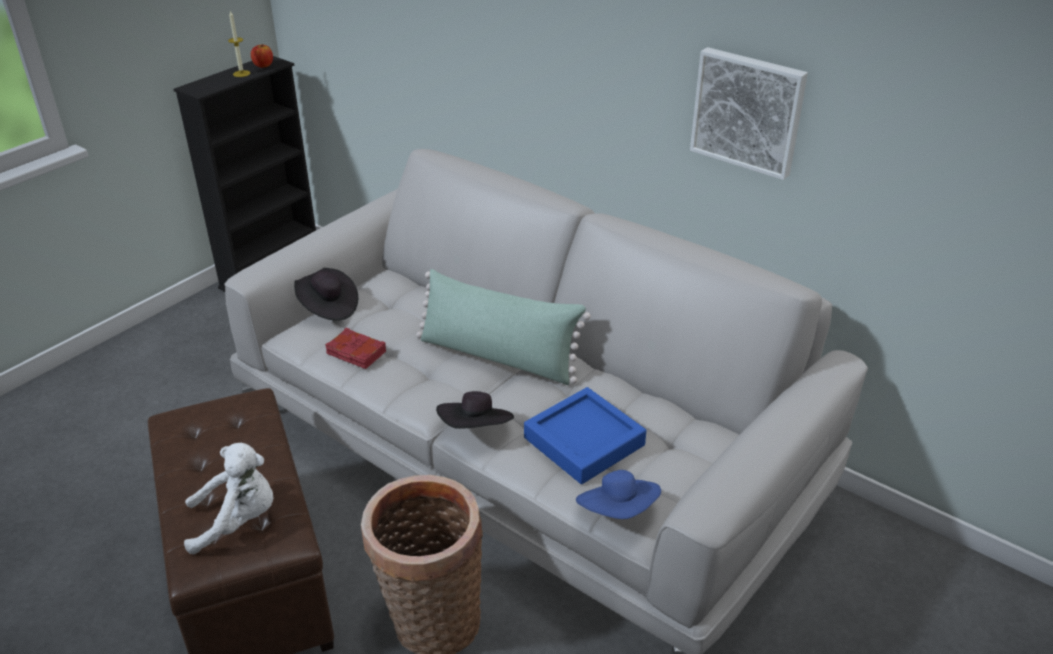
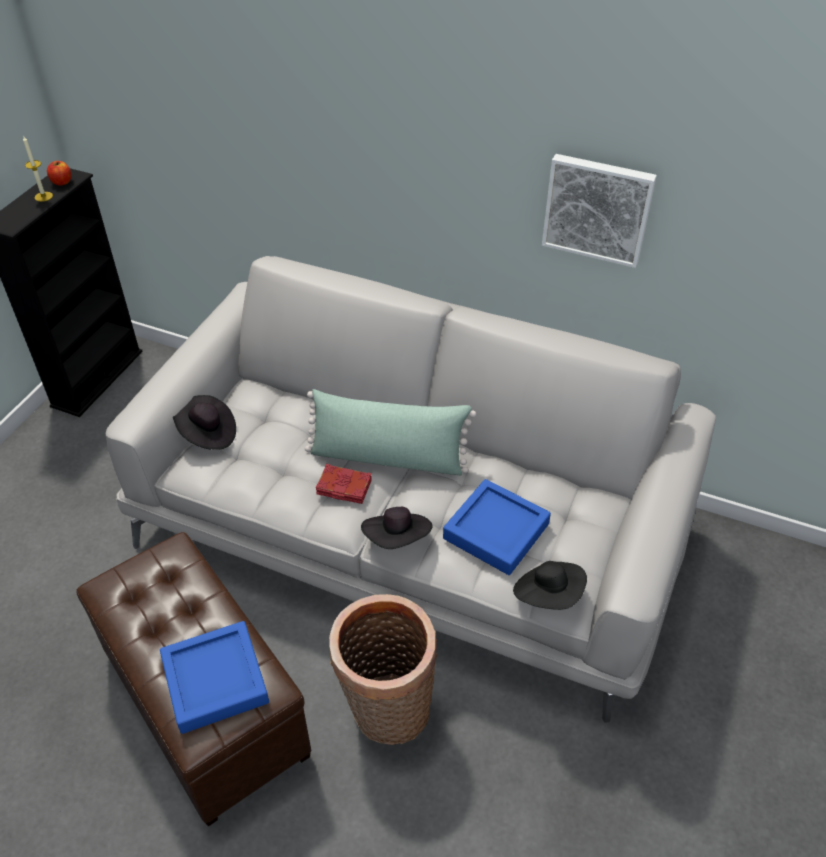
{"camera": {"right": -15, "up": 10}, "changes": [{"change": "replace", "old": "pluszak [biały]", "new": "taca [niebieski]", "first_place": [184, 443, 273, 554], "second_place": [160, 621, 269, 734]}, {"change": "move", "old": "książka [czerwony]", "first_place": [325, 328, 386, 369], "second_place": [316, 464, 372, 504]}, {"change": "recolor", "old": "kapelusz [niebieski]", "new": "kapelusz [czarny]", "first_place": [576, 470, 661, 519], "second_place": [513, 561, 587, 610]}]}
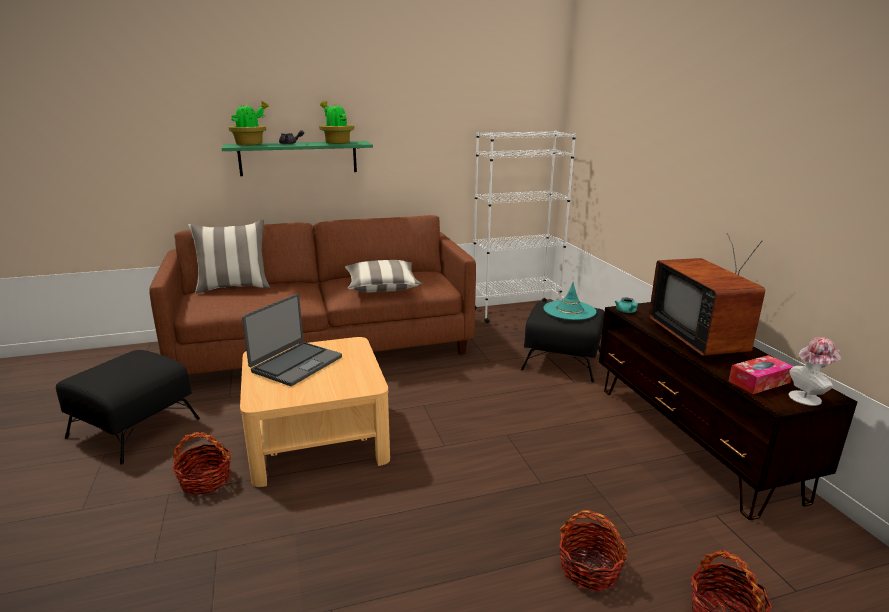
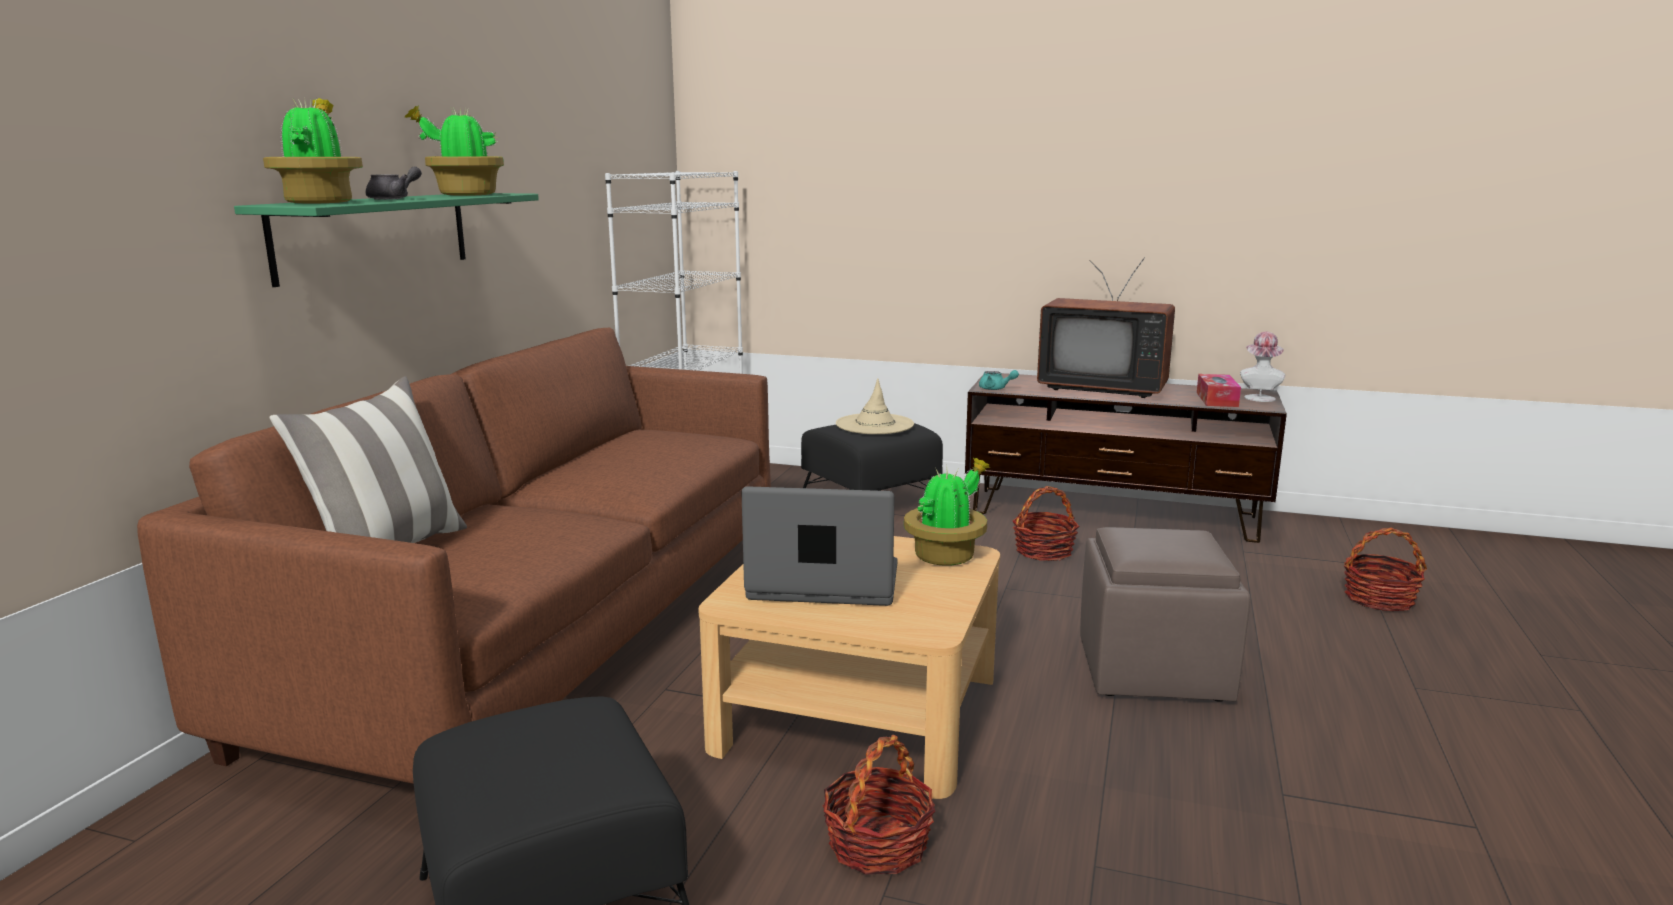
{"camera": {"right": -55, "up": -5}, "changes": [{"change": "rotate", "old": "laptop", "first_place": [242, 294, 342, 386], "second_place": [741, 486, 897, 606], "degrees": -60}, {"change": "delete", "old": "poduszka", "first_place": [345, 260, 422, 293]}, {"change": "recolor", "old": "kapelusz [turkusowy]", "new": "kapelusz [beżowy]", "first_place": [544, 282, 596, 320], "second_place": [836, 378, 914, 434]}, {"change": "move", "old": "koszyk", "first_place": [559, 510, 627, 592], "second_place": [1013, 486, 1079, 561]}, {"change": "insert", "new": "roślina doniczkowa", "second_place": [904, 458, 990, 566]}, {"change": "insert", "new": "pufa [brązowy]", "second_place": [1080, 527, 1250, 702]}]}
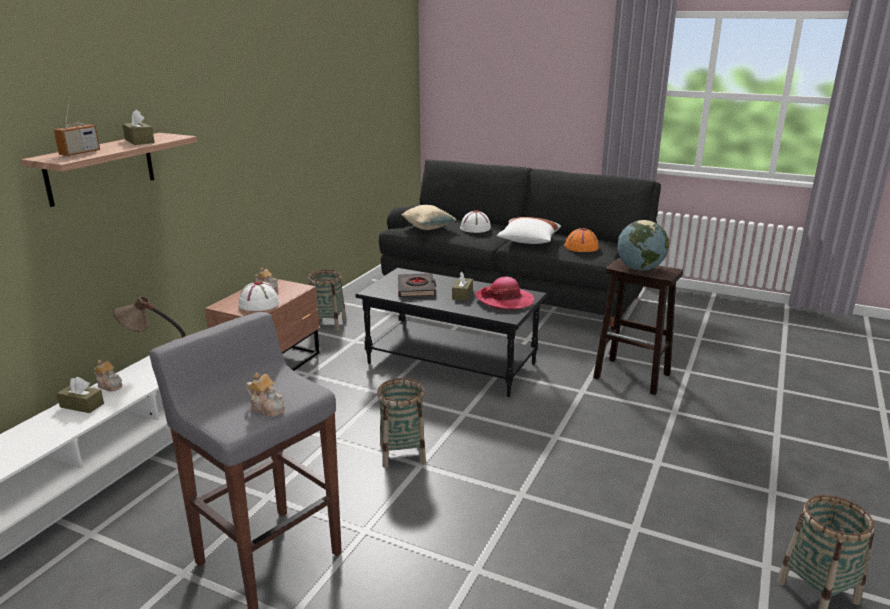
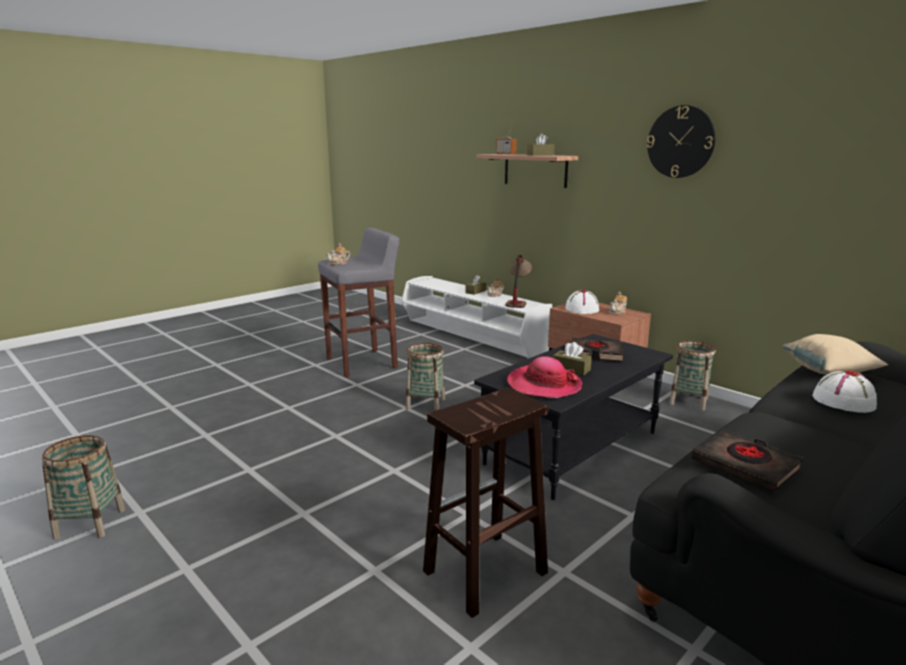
{"camera": {"right": 110, "up": -5}, "changes": [{"change": "delete", "old": "poduszka [biały]", "first_place": [497, 217, 561, 244]}, {"change": "replace", "old": "kapelusz [pomarańczowy]", "new": "książka [czarny]", "first_place": [564, 228, 599, 252], "second_place": [691, 430, 804, 493]}, {"change": "delete", "old": "globus", "first_place": [617, 220, 670, 271]}, {"change": "insert", "new": "zegar ścienny", "second_place": [647, 105, 716, 178]}]}
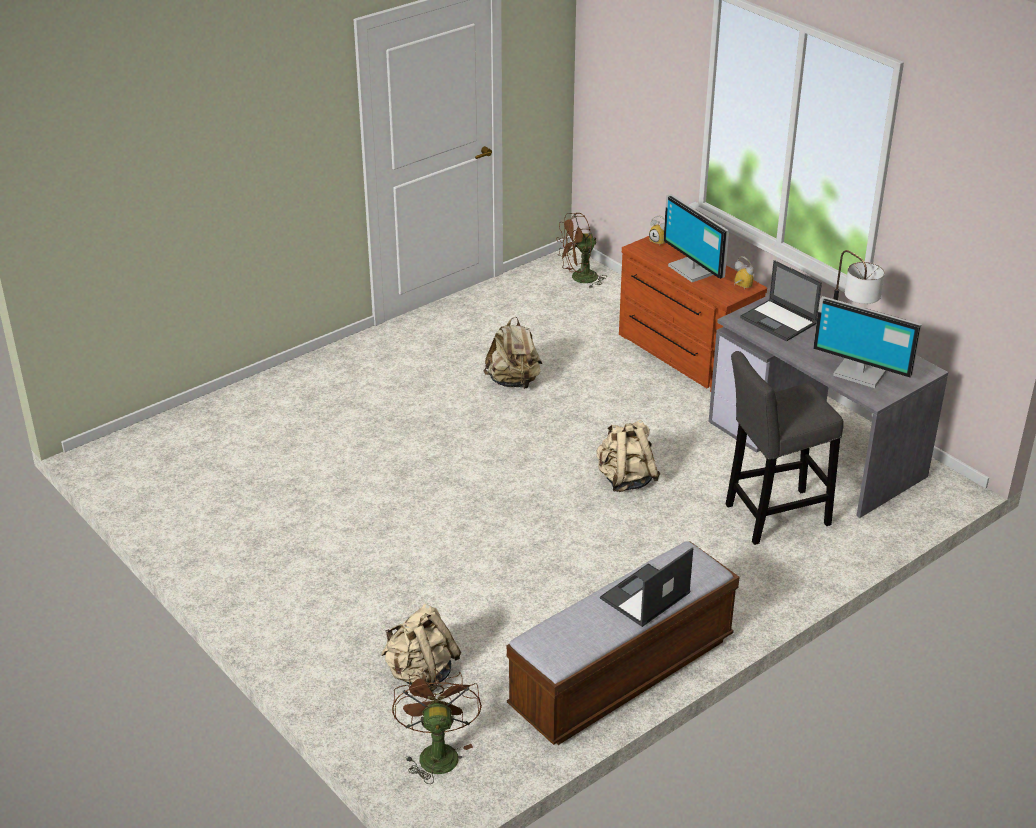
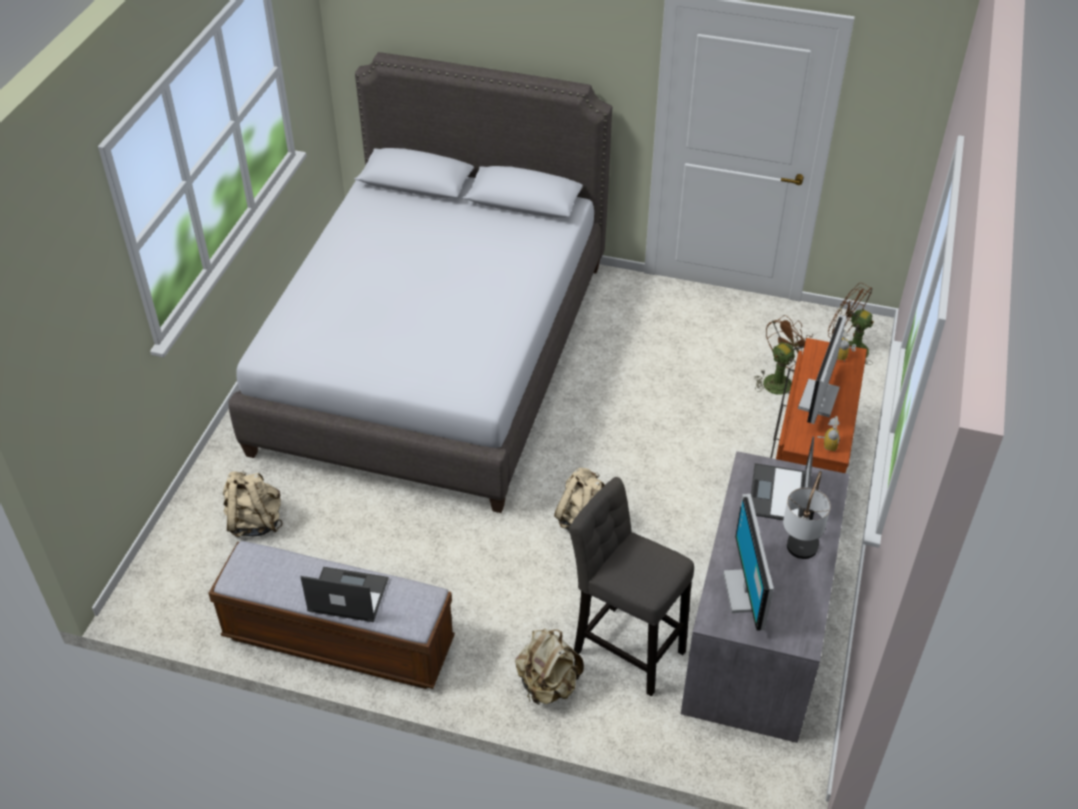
{"camera": {"right": 55, "up": 10}, "changes": [{"change": "move", "old": "wentylator [brązowy]", "first_place": [392, 669, 482, 784], "second_place": [754, 315, 813, 395]}, {"change": "move", "old": "plecak [beżowy]", "first_place": [483, 317, 542, 389], "second_place": [515, 628, 584, 704]}, {"change": "insert", "new": "łóżko [szary]", "second_place": [228, 52, 612, 513]}]}
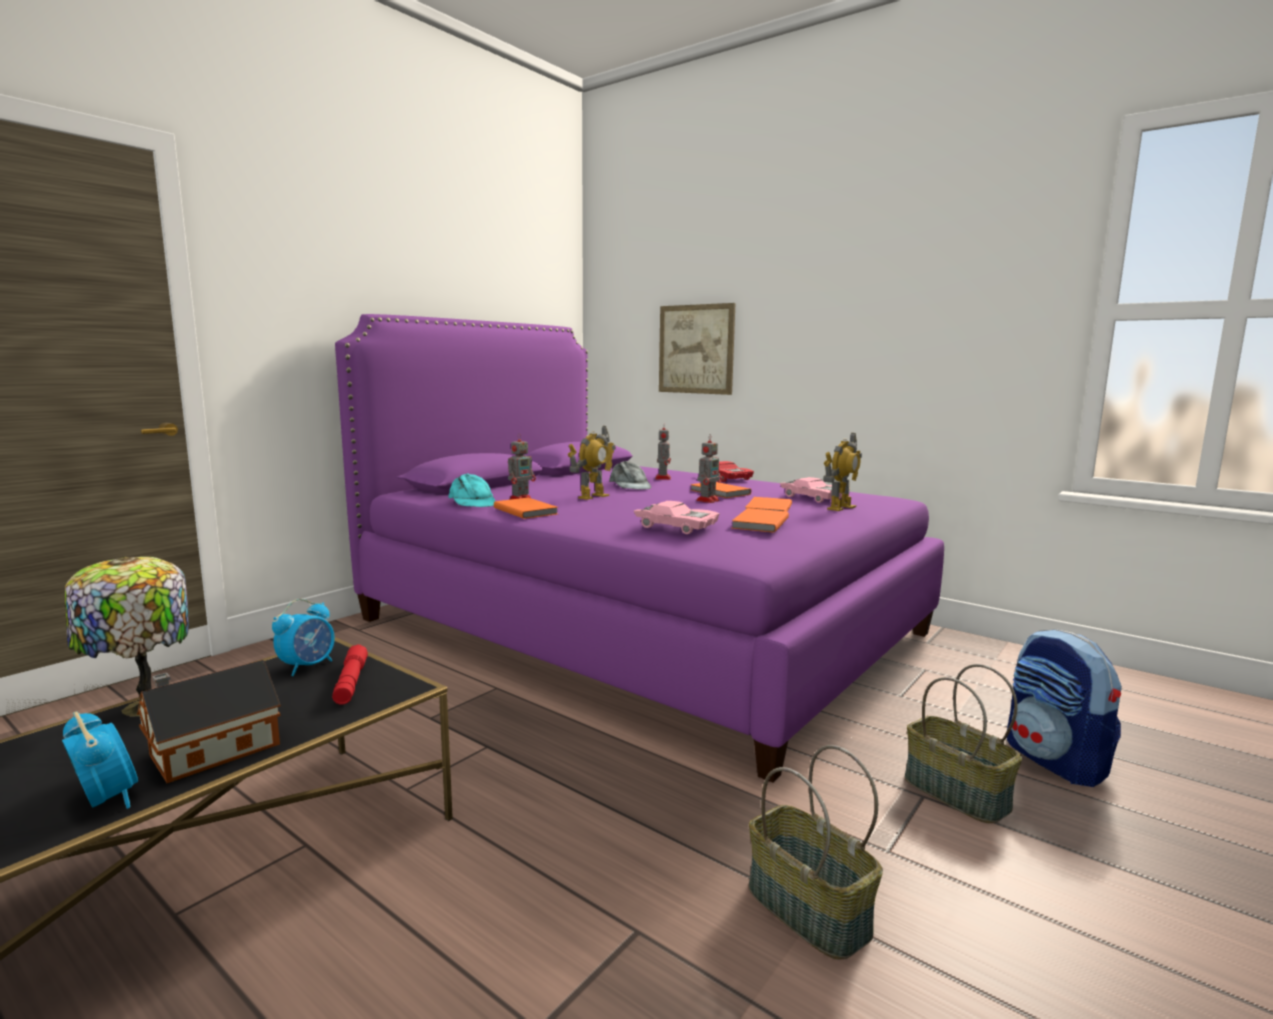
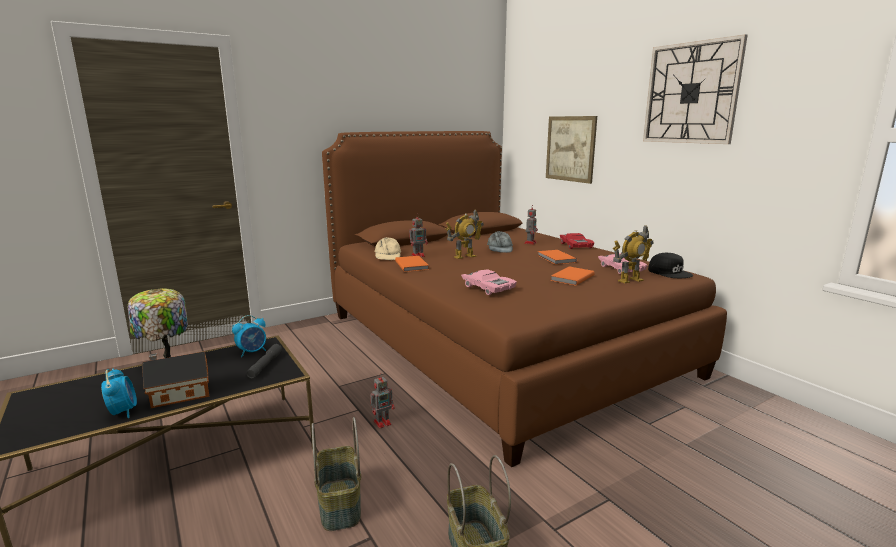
{"camera": {"right": 20, "up": 5}, "changes": [{"change": "recolor", "old": "latarka [czerwony]", "new": "latarka [szary]", "first_place": [332, 645, 368, 705], "second_place": [246, 344, 282, 379]}, {"change": "recolor", "old": "łóżko [fioletowy]", "new": "łóżko [brązowy]", "first_place": [335, 314, 944, 782], "second_place": [322, 131, 727, 467]}, {"change": "recolor", "old": "czapka z daszkiem [turkusowy]", "new": "czapka z daszkiem [beżowy]", "first_place": [448, 473, 495, 507], "second_place": [375, 237, 401, 260]}, {"change": "move", "old": "robot zabawkowy", "first_place": [696, 435, 723, 503], "second_place": [370, 373, 394, 428]}, {"change": "delete", "old": "książka [pomarańczowy]", "first_place": [732, 508, 789, 533]}, {"change": "move", "old": "koszyk", "first_place": [904, 664, 1022, 823], "second_place": [312, 417, 361, 531]}, {"change": "delete", "old": "plecak", "first_place": [1007, 629, 1122, 787]}, {"change": "insert", "new": "zegar ścienny", "second_place": [643, 34, 748, 144]}, {"change": "insert", "new": "czapka z daszkiem [czarny]", "second_place": [648, 253, 693, 278]}]}
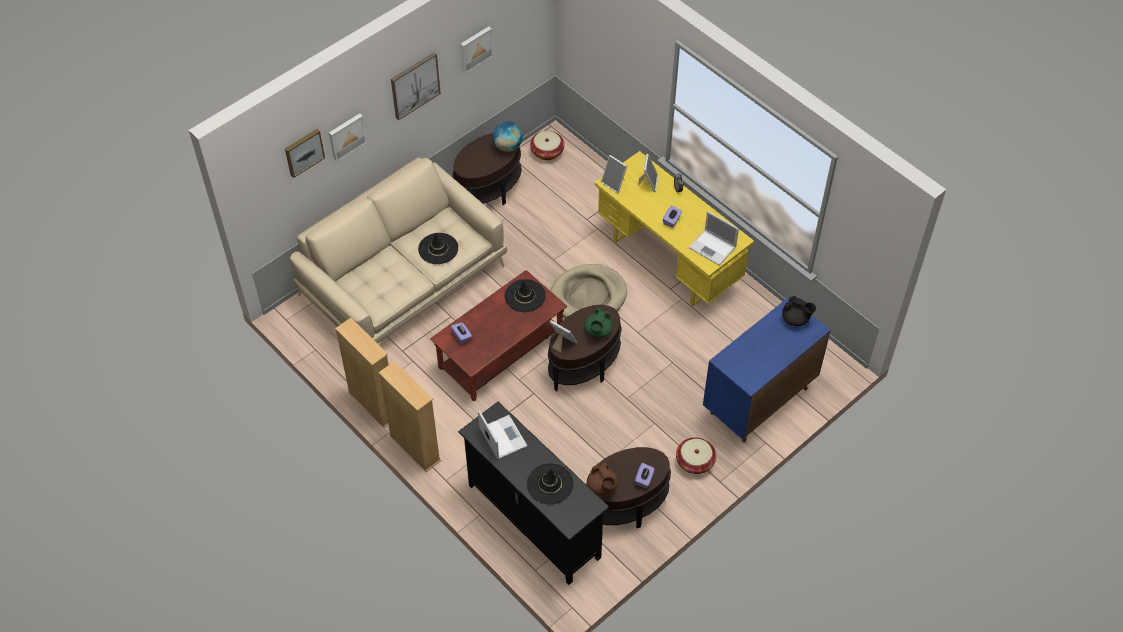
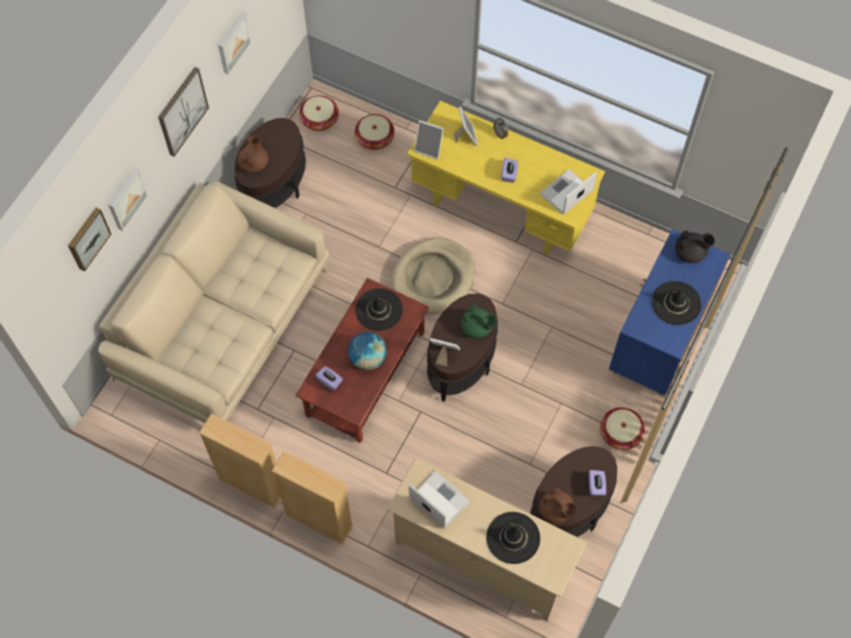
{"camera": {"right": -20, "up": 10}, "changes": [{"change": "move", "old": "kapelusz [czarny]", "first_place": [418, 233, 458, 264], "second_place": [652, 281, 701, 325]}, {"change": "recolor", "old": "szafka pod telewizor [czarny]", "new": "szafka pod telewizor [beżowy]", "first_place": [458, 402, 609, 585], "second_place": [387, 458, 587, 621]}, {"change": "move", "old": "globus", "first_place": [493, 121, 523, 152], "second_place": [348, 332, 387, 370]}, {"change": "rotate", "old": "imbryk [zielony]", "first_place": [584, 308, 613, 338], "second_place": [461, 305, 497, 338], "degrees": -60}, {"change": "rotate", "old": "laptop", "first_place": [689, 211, 739, 266], "second_place": [540, 169, 597, 214], "degrees": 120}, {"change": "insert", "new": "imbryk [brązowy]", "second_place": [238, 135, 268, 173]}, {"change": "insert", "new": "koszyk", "second_place": [355, 114, 395, 150]}]}
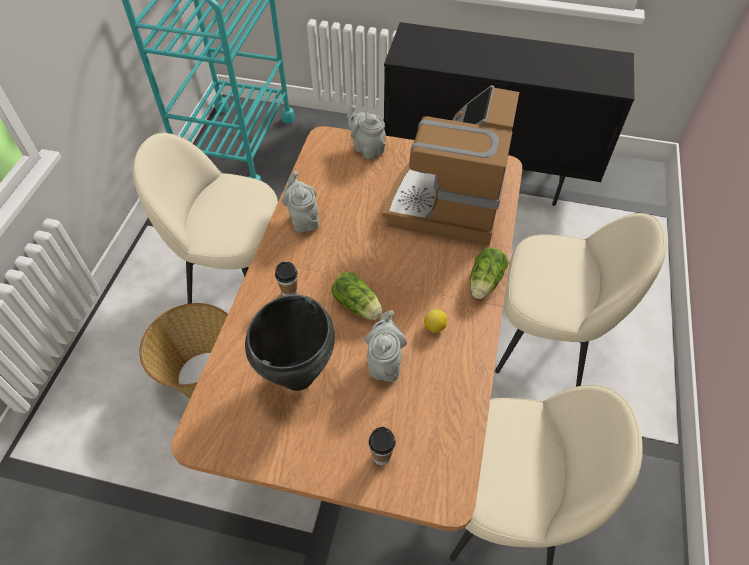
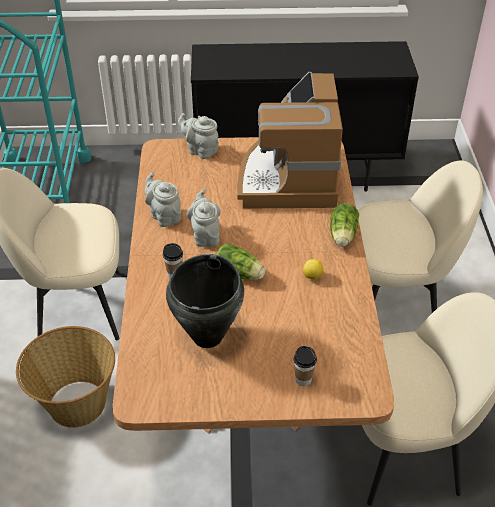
{"camera": {"right": -15, "up": -10}, "changes": [{"change": "move", "old": "imbryk [szary]", "first_place": [364, 310, 407, 382], "second_place": [187, 189, 221, 247]}]}
